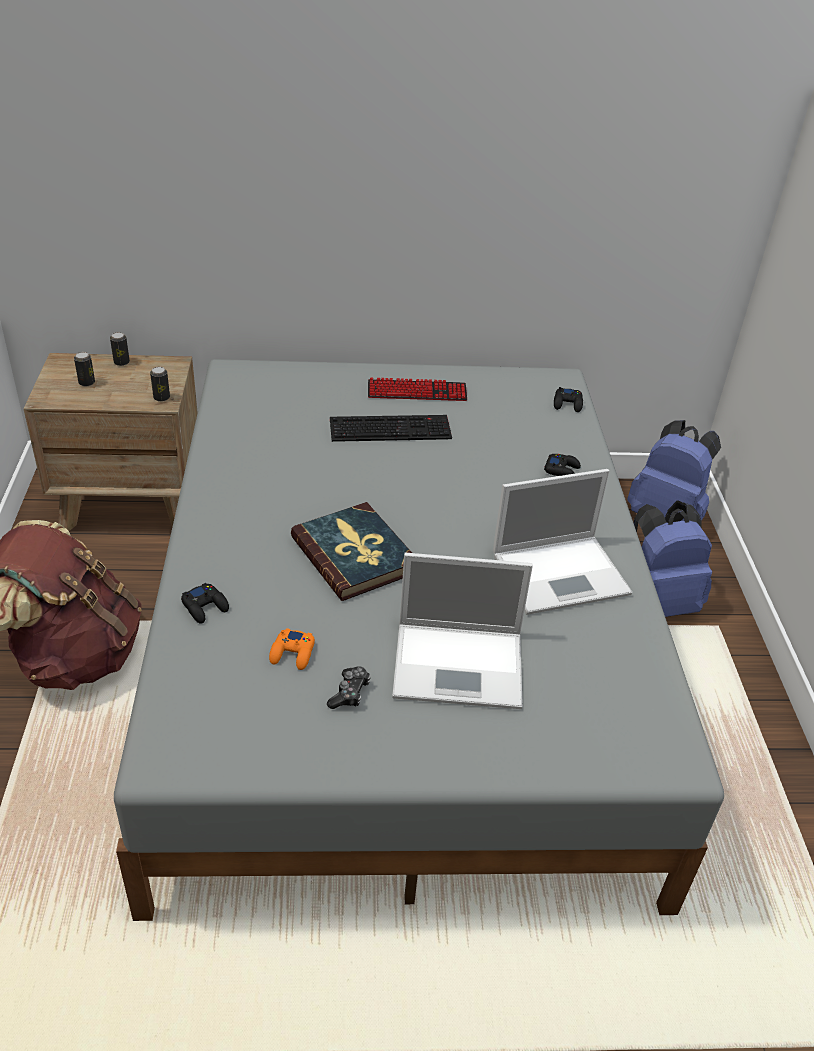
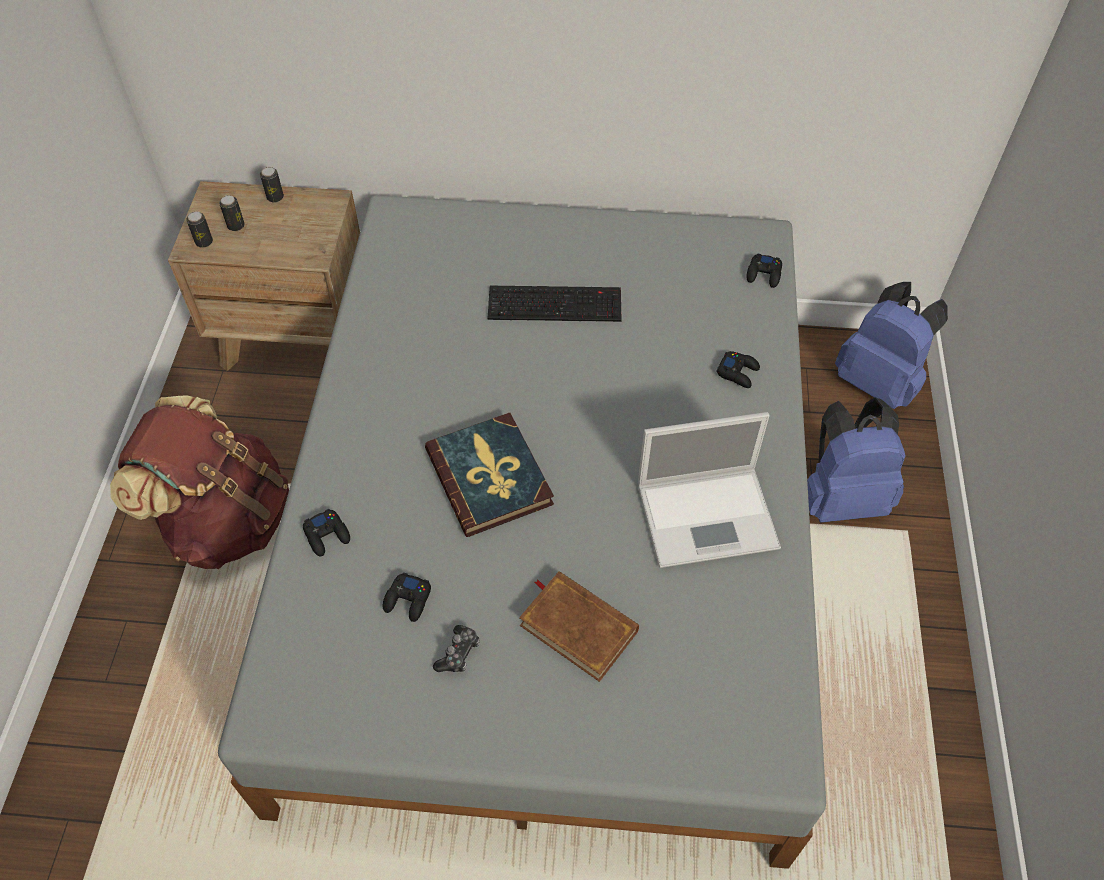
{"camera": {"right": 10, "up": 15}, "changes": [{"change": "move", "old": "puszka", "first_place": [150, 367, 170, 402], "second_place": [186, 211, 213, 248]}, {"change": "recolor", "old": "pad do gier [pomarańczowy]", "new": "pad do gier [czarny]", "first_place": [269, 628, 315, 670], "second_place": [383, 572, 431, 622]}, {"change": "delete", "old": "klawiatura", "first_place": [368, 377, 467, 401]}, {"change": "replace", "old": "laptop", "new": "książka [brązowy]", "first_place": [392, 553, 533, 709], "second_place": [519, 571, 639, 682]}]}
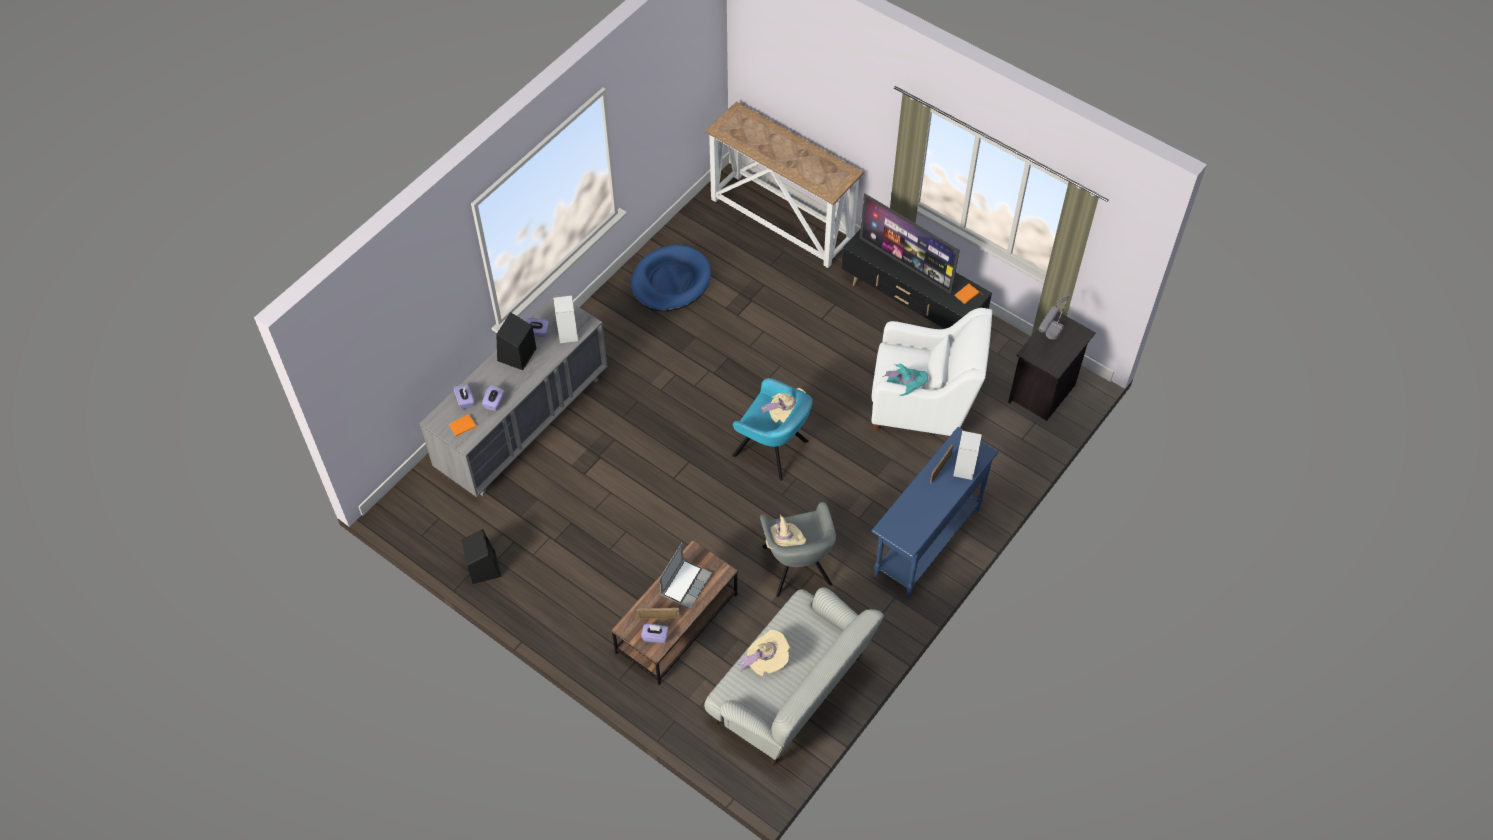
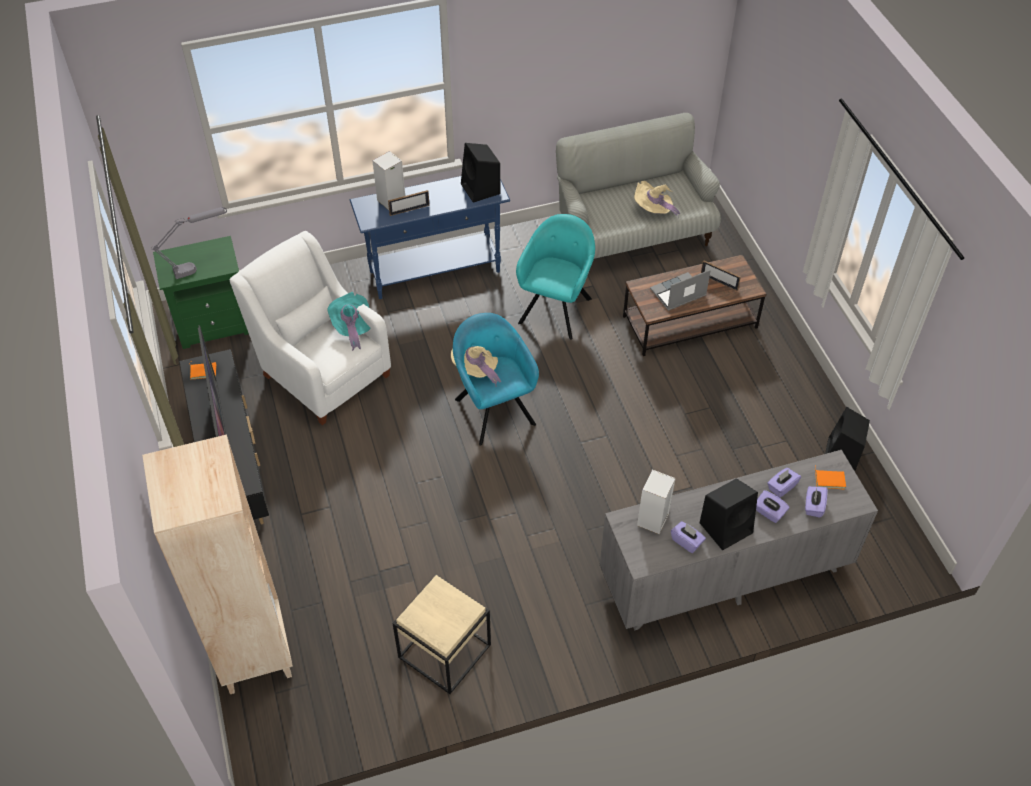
{"camera": {"right": -145, "up": -5}, "changes": [{"change": "replace", "old": "legowisko [niebieski]", "new": "stolik [beżowy]", "first_place": [631, 245, 711, 311], "second_place": [392, 575, 491, 694]}, {"change": "move", "old": "pudełko chusteczek [fioletowy]", "first_place": [641, 624, 668, 643], "second_place": [756, 490, 790, 523]}, {"change": "replace", "old": "stolik konsolowy", "new": "regał [beżowy]", "first_place": [706, 101, 864, 268], "second_place": [142, 434, 293, 694]}, {"change": "recolor", "old": "fotel [szary]", "new": "fotel [turkusowy]", "first_place": [760, 502, 836, 597], "second_place": [516, 214, 595, 340]}, {"change": "delete", "old": "kapelusz [beżowy]", "first_place": [764, 514, 806, 549]}, {"change": "recolor", "old": "szafka nocna [czarny]", "new": "szafka nocna [zielony]", "first_place": [1008, 312, 1096, 421], "second_place": [153, 236, 249, 349]}, {"change": "insert", "new": "głośnik [czarny]", "second_place": [461, 143, 501, 203]}]}
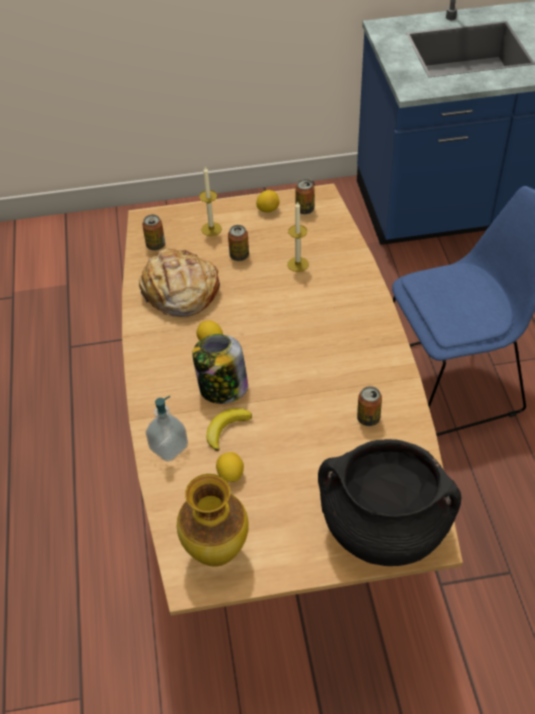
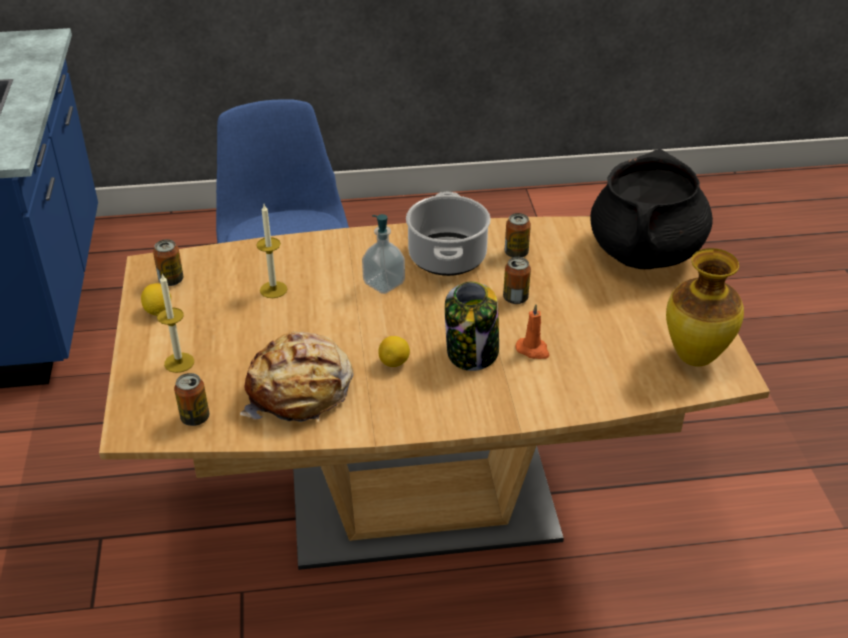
{"camera": {"right": -90, "up": -10}, "changes": [{"change": "move", "old": "dozownik mydła", "first_place": [146, 396, 188, 462], "second_place": [362, 214, 405, 294]}, {"change": "replace", "old": "banan", "new": "świeca [pomarańczowy]", "first_place": [206, 408, 252, 451], "second_place": [516, 304, 549, 359]}, {"change": "delete", "old": "cytryna", "first_place": [216, 452, 244, 482]}, {"change": "move", "old": "puszka", "first_place": [228, 225, 249, 261], "second_place": [503, 257, 531, 304]}, {"change": "insert", "new": "garnek", "second_place": [406, 192, 491, 276]}]}
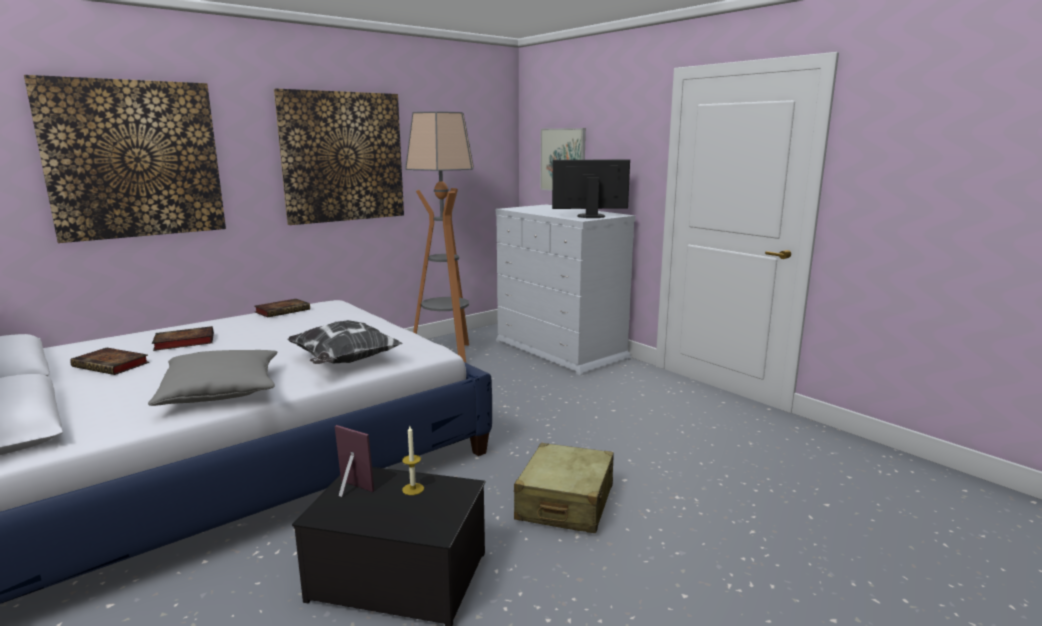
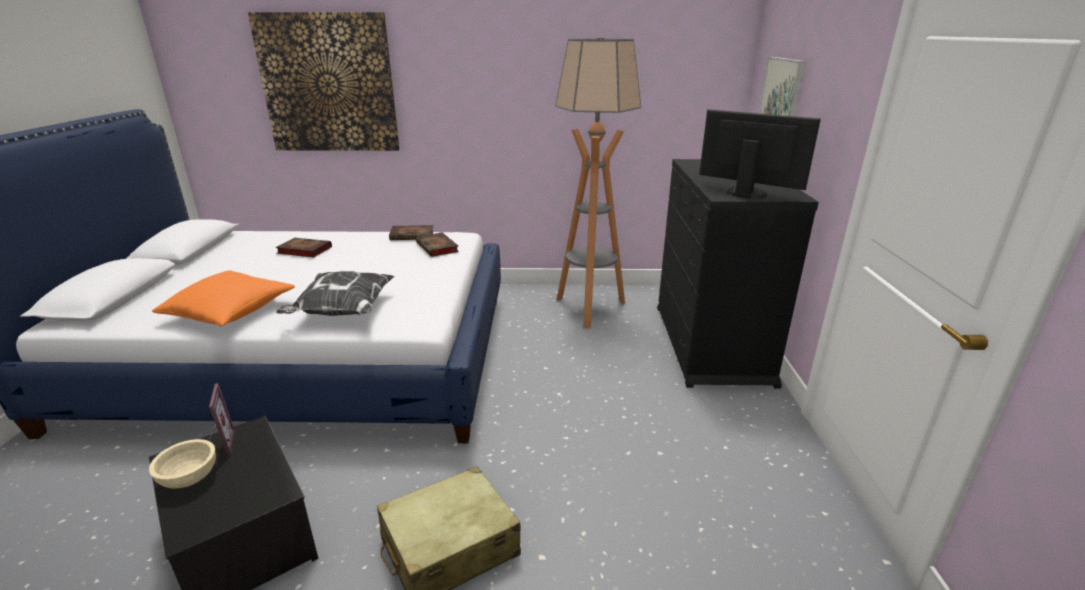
{"camera": {"right": 40, "up": 10}, "changes": [{"change": "move", "old": "książka", "first_place": [70, 348, 149, 375], "second_place": [416, 232, 459, 257]}, {"change": "recolor", "old": "poduszka [szary]", "new": "poduszka [pomarańczowy]", "first_place": [148, 350, 277, 406], "second_place": [152, 270, 295, 327]}, {"change": "delete", "old": "obraz", "first_place": [274, 88, 404, 225]}, {"change": "delete", "old": "świeca", "first_place": [402, 426, 424, 495]}, {"change": "recolor", "old": "komoda [biały]", "new": "komoda [czarny]", "first_place": [496, 205, 636, 376], "second_place": [657, 159, 819, 389]}, {"change": "insert", "new": "miska [beżowy]", "second_place": [149, 439, 216, 489]}]}
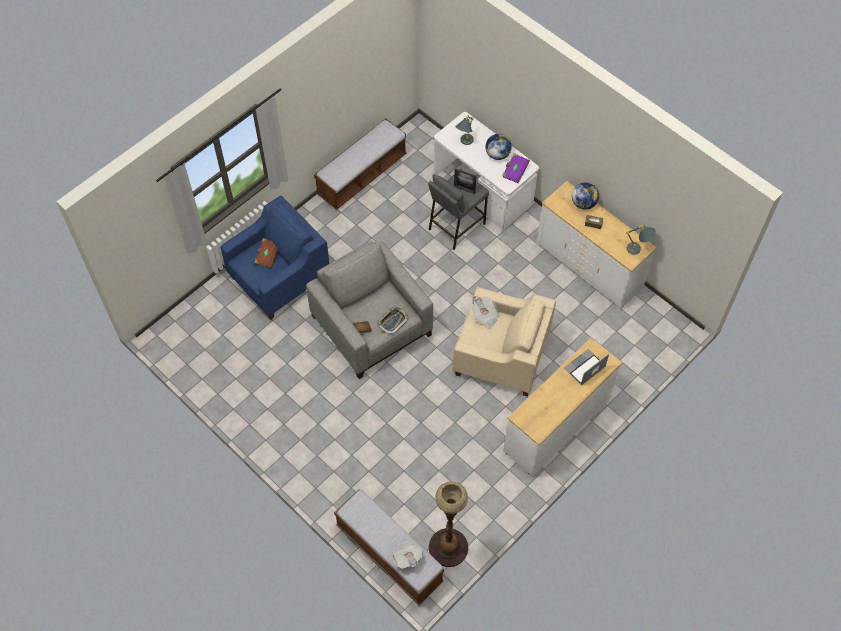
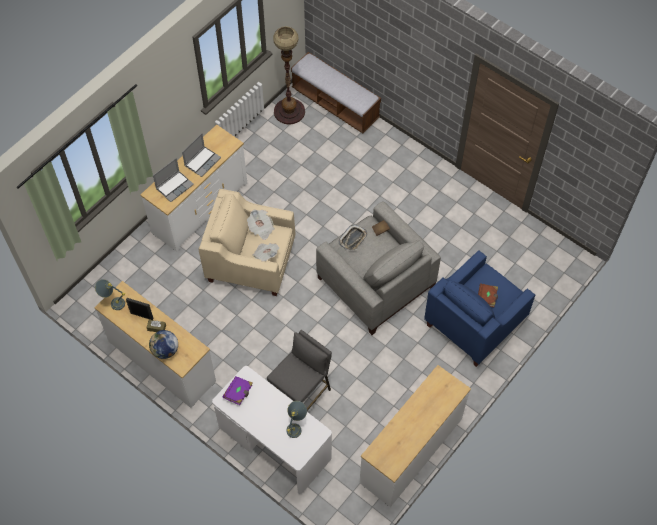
{"camera": {"right": 175, "up": 0}, "changes": [{"change": "replace", "old": "ławka", "new": "komoda [biały]", "first_place": [314, 118, 406, 210], "second_place": [360, 365, 471, 507]}, {"change": "move", "old": "gazeta", "first_place": [392, 541, 423, 568], "second_place": [247, 209, 275, 240]}, {"change": "move", "old": "ramka na zdjęcie", "first_place": [454, 168, 476, 194], "second_place": [126, 298, 153, 320]}, {"change": "delete", "old": "globus", "first_place": [485, 134, 512, 160]}, {"change": "insert", "new": "laptop", "second_place": [182, 133, 221, 177]}]}
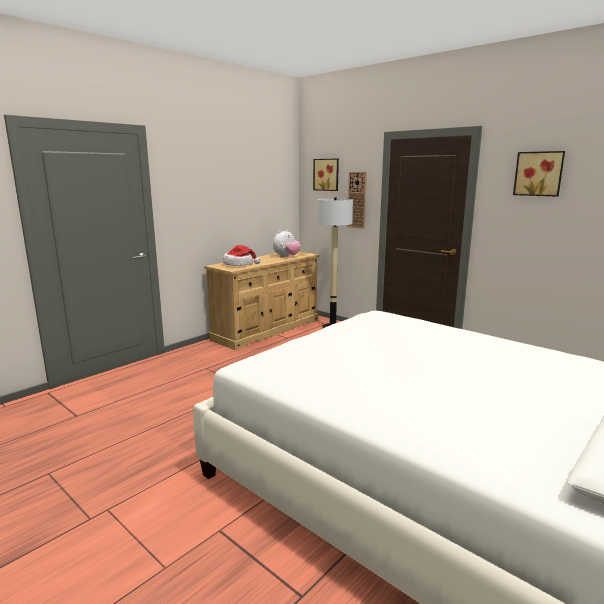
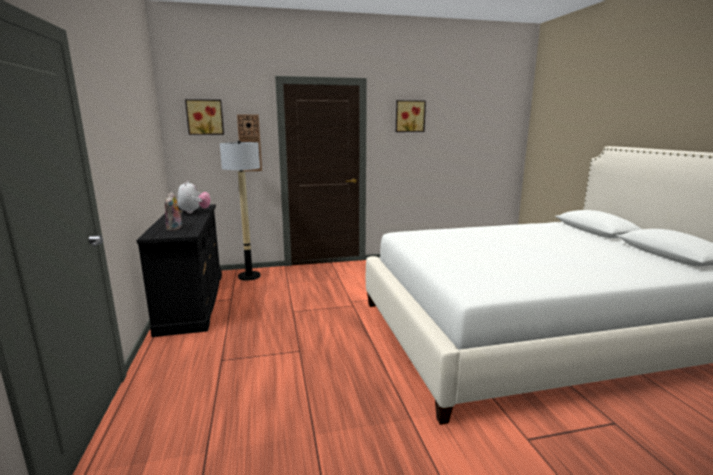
{"camera": {"right": -55, "up": 0}, "changes": [{"change": "recolor", "old": "komoda [beżowy]", "new": "komoda [czarny]", "first_place": [204, 251, 320, 350], "second_place": [136, 204, 222, 337]}, {"change": "replace", "old": "kapelusz", "new": "pluszak", "first_place": [223, 245, 261, 266], "second_place": [165, 192, 182, 231]}]}
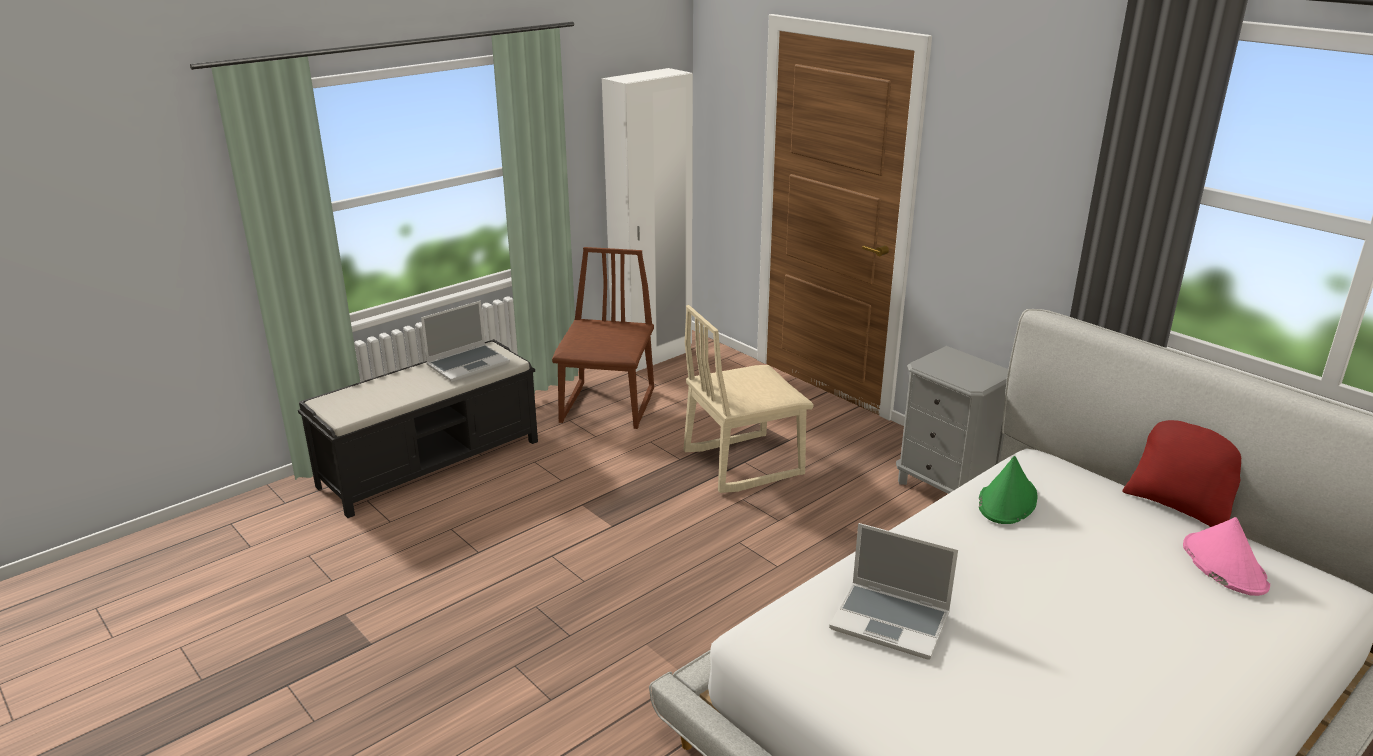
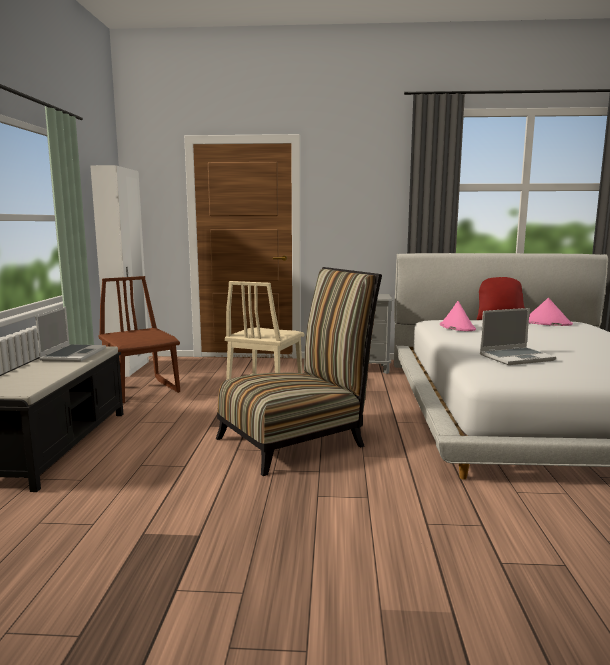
{"camera": {"right": -45, "up": -15}, "changes": [{"change": "recolor", "old": "kapelusz [zielony]", "new": "kapelusz [różowy]", "first_place": [979, 456, 1038, 524], "second_place": [440, 301, 476, 331]}, {"change": "insert", "new": "krzesło", "second_place": [216, 267, 382, 476]}]}
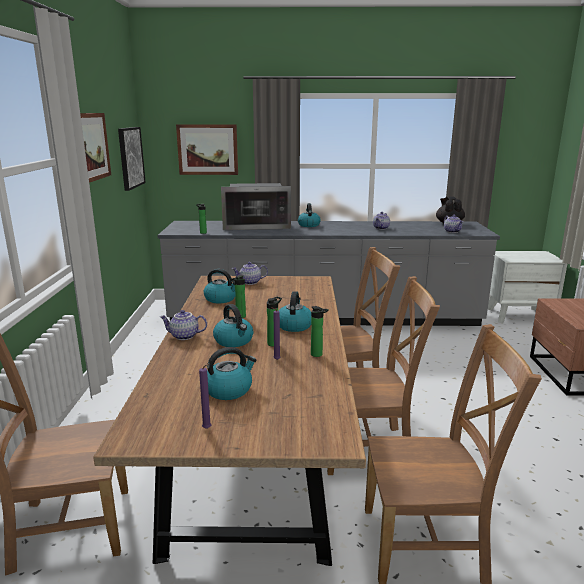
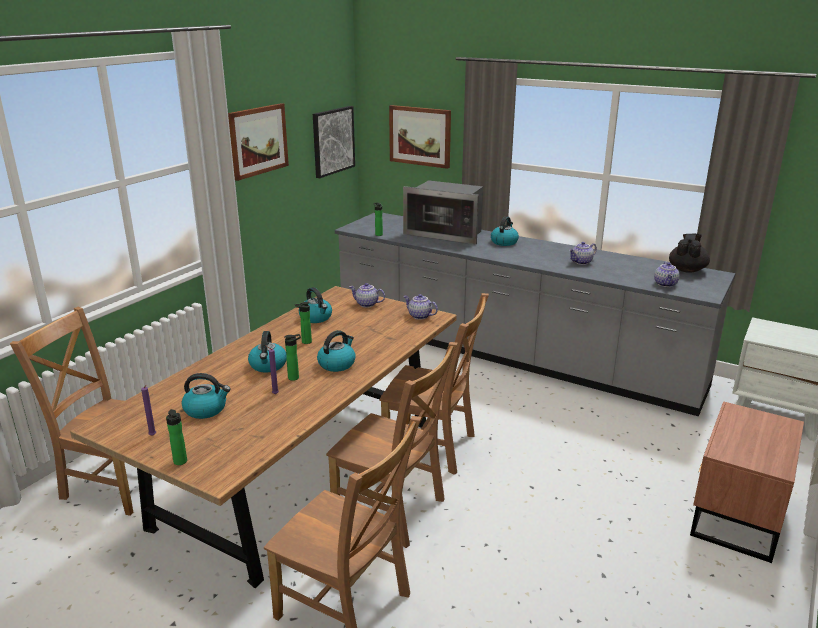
{"camera": {"right": 30, "up": 5}, "changes": [{"change": "move", "old": "imbryk", "first_place": [160, 310, 207, 340], "second_place": [403, 294, 438, 320]}, {"change": "move", "old": "butelka", "first_place": [311, 306, 329, 357], "second_place": [166, 409, 187, 465]}]}
